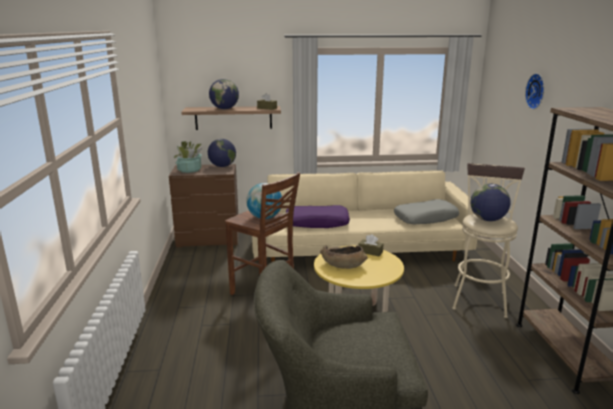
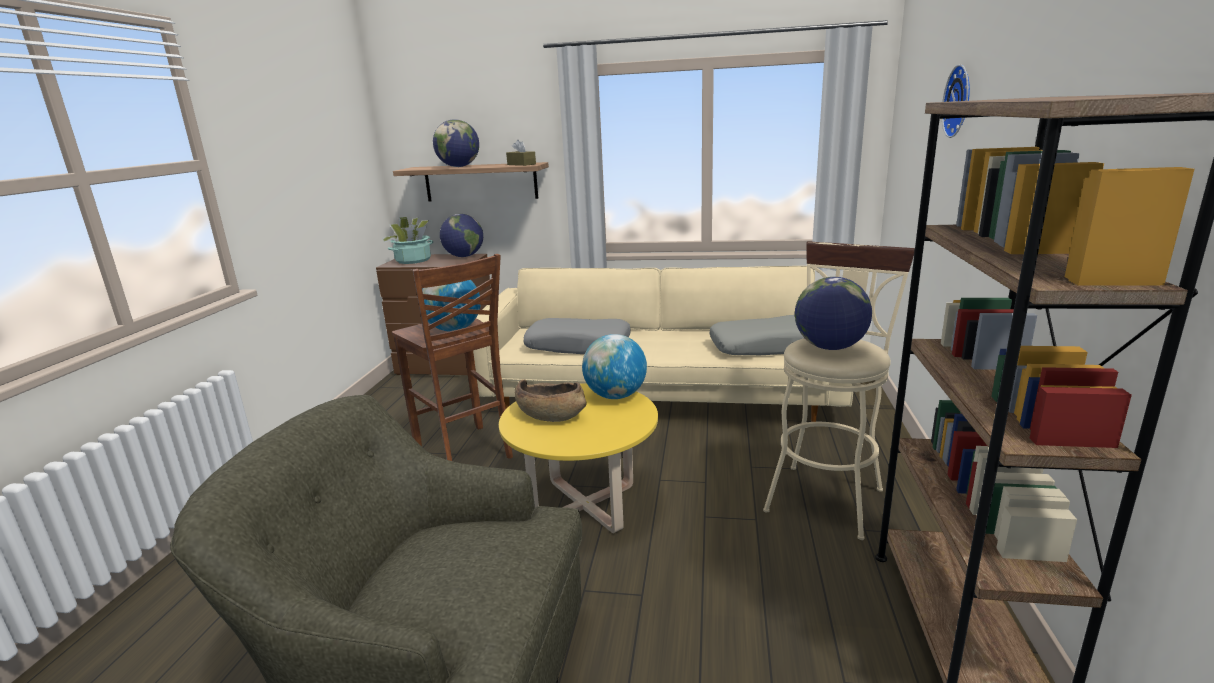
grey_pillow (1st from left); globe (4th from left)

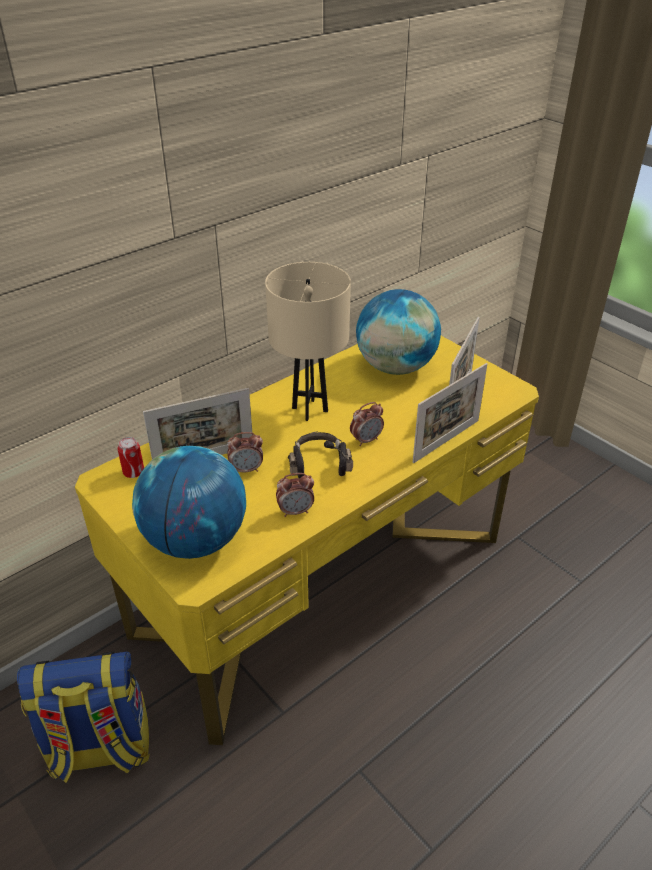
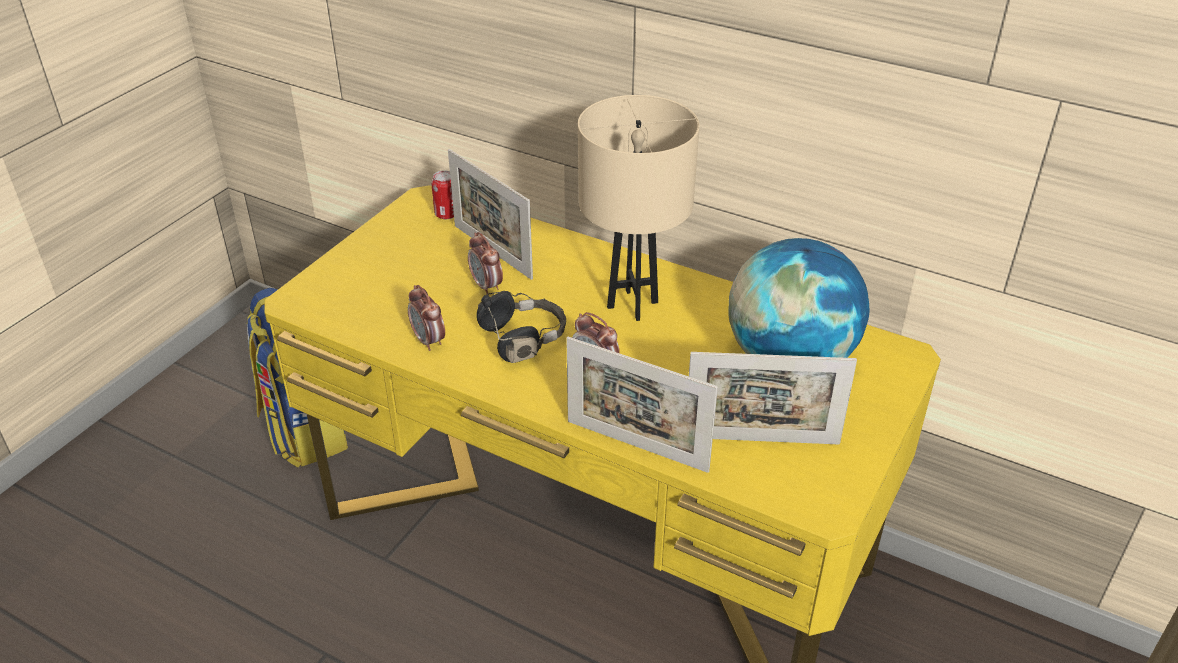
globe (1st from left in the first image)

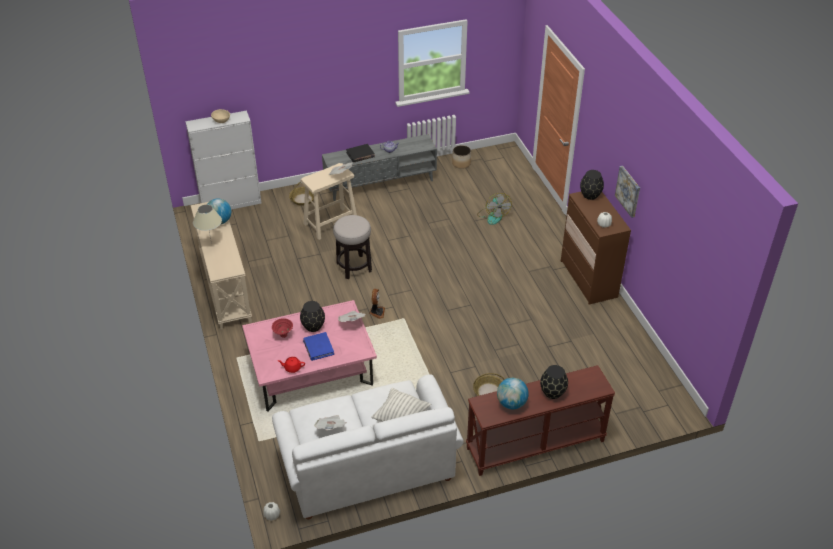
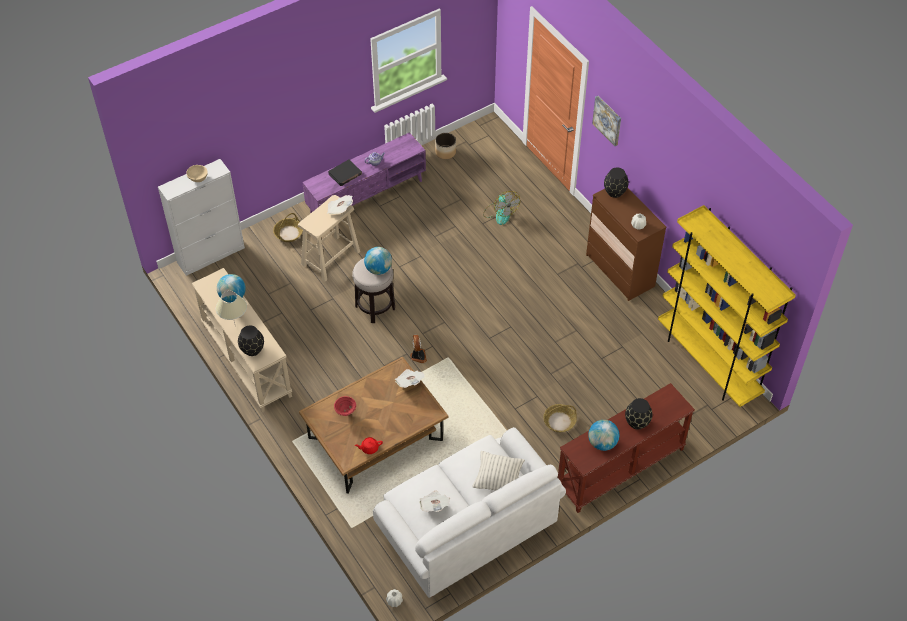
black_vase (1st from left); brown_coffee_table; purple_tv_stand; globe (2nd from left); picture; yellow_bookcase; blue_book

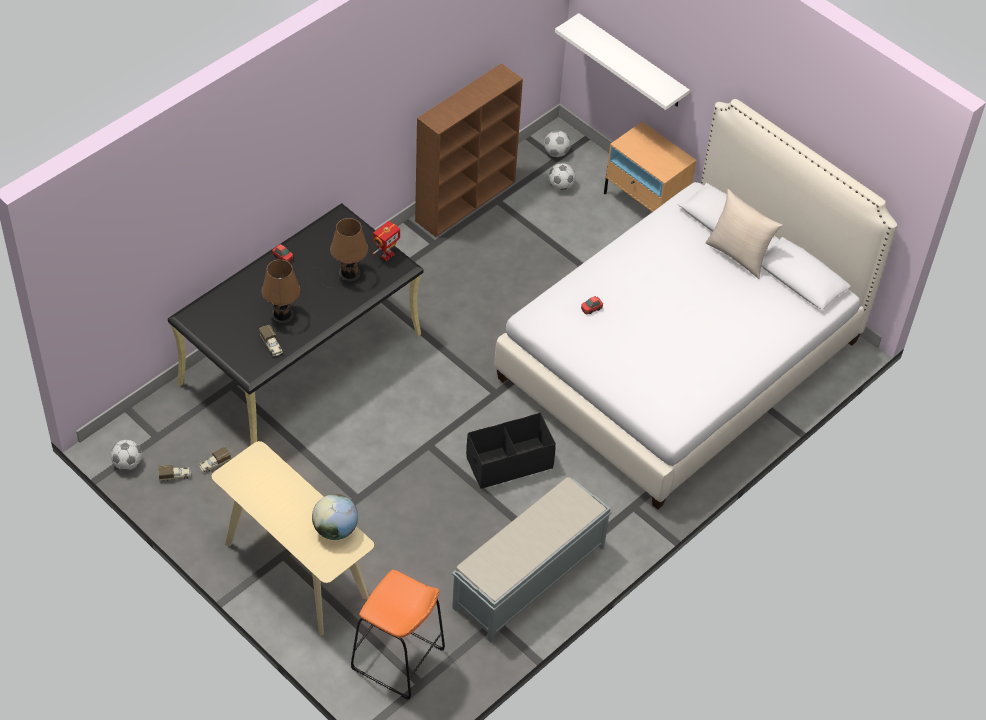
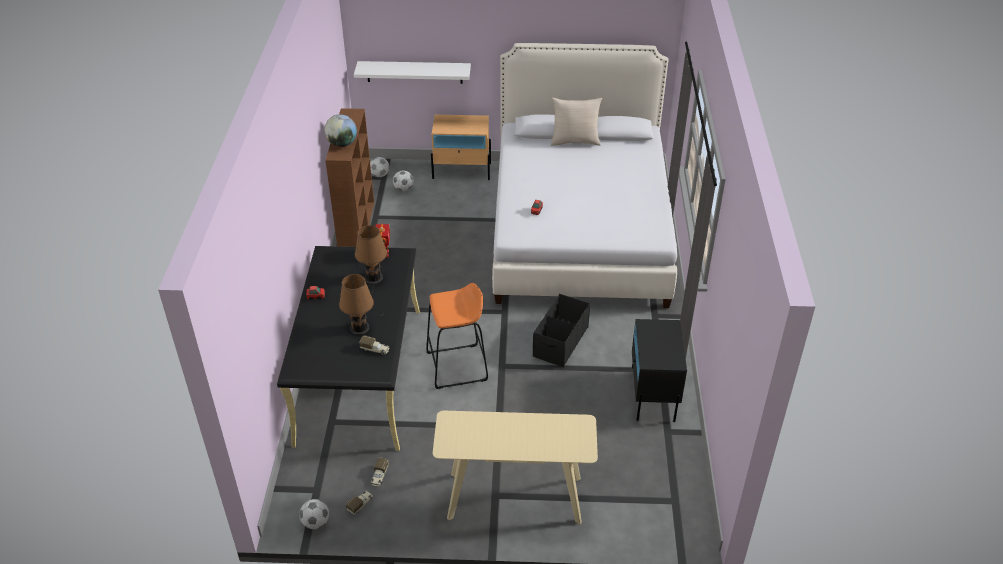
globe; orange_stool; black_nightstand

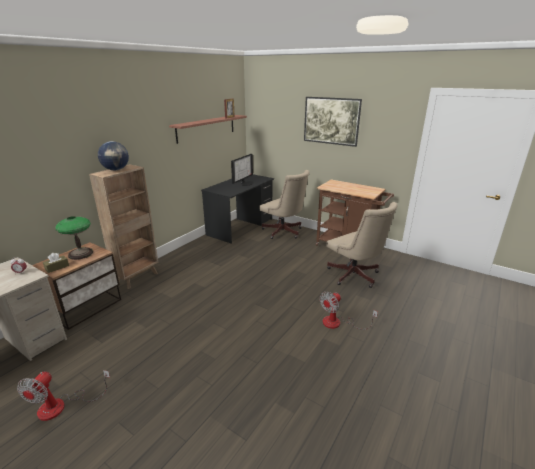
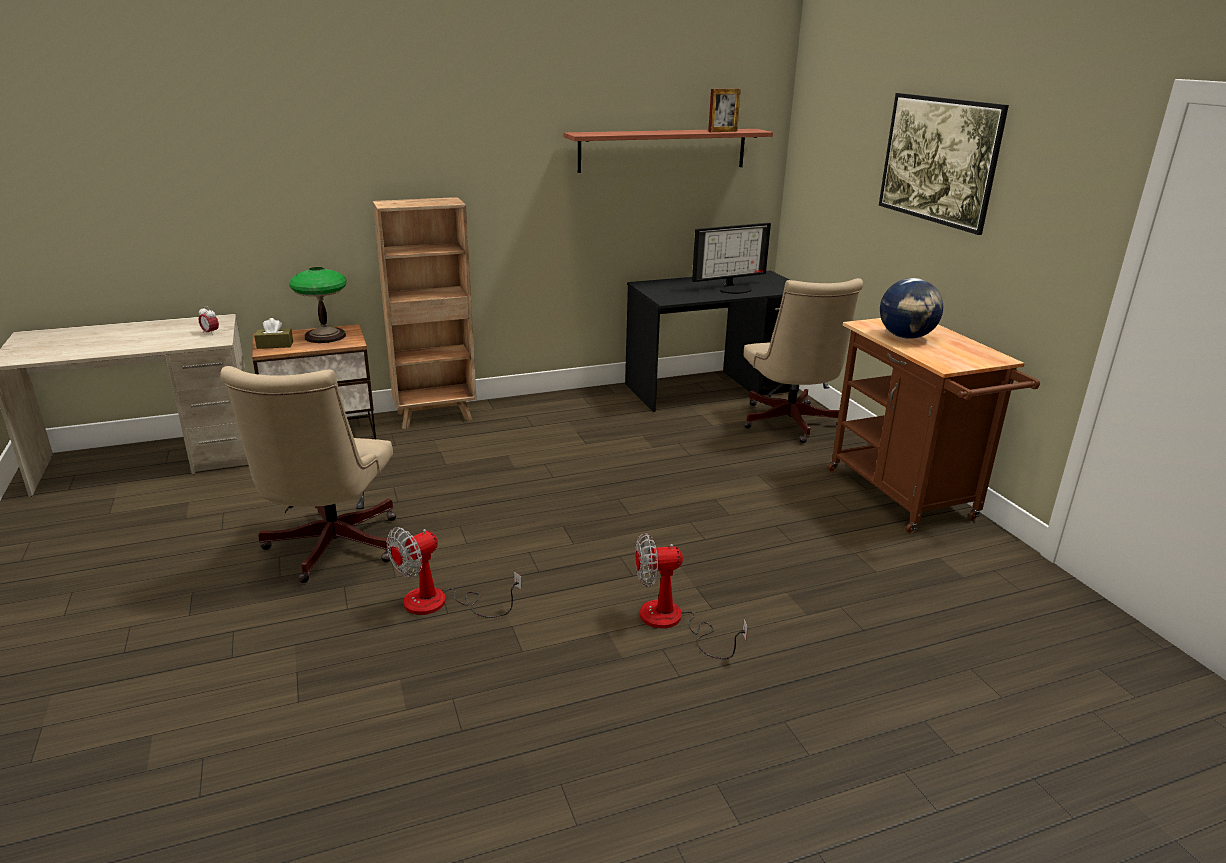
beige_office_chair (1st from left); fan (1st from left); globe

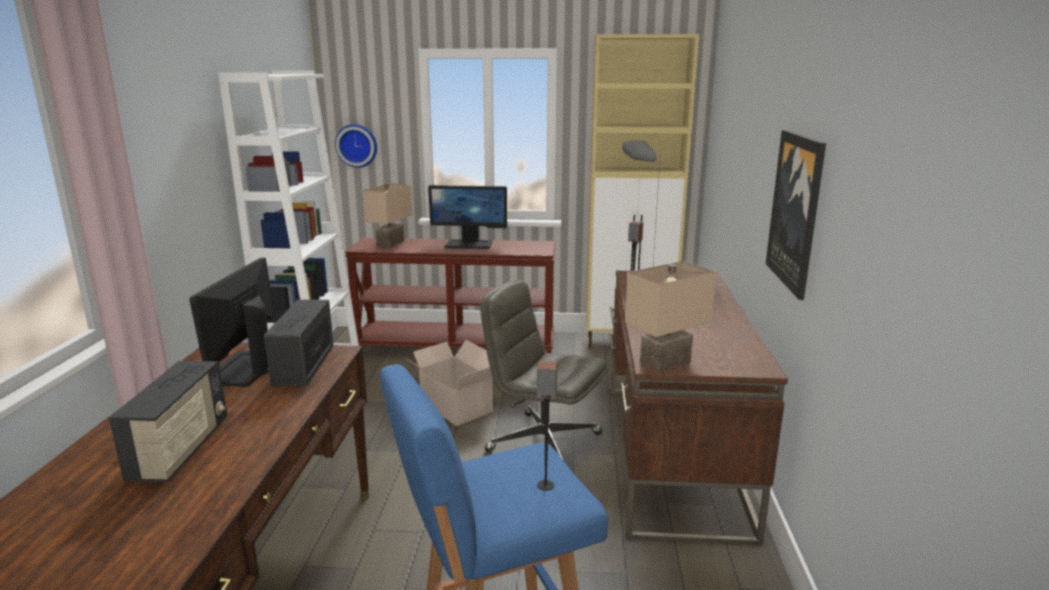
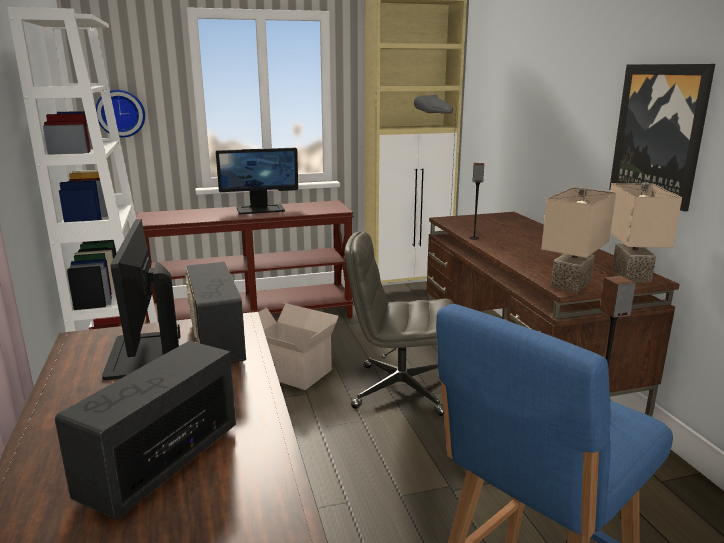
radio (1st from left); beige_table_lamp (2nd from left)

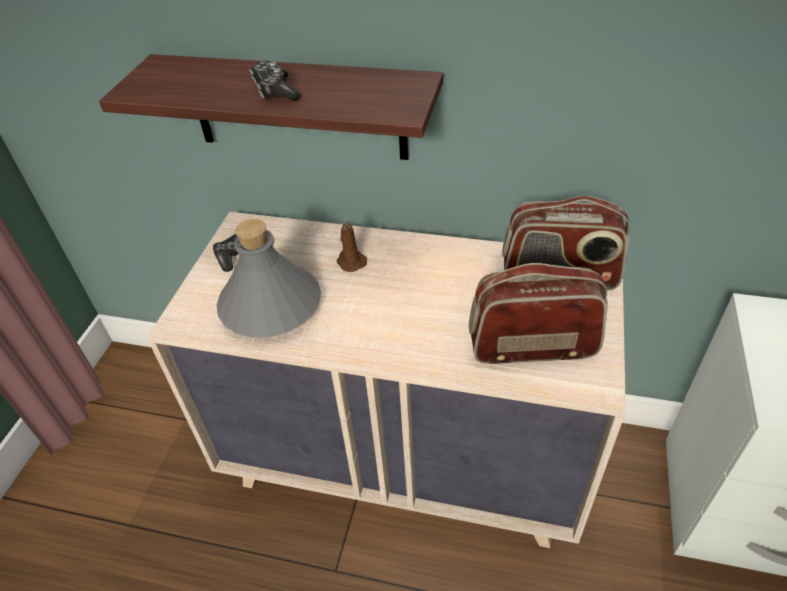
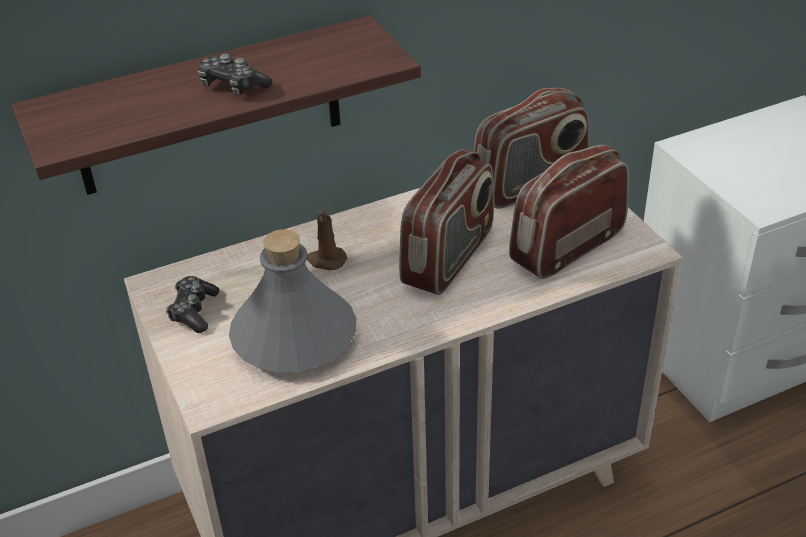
radio (1st from left)

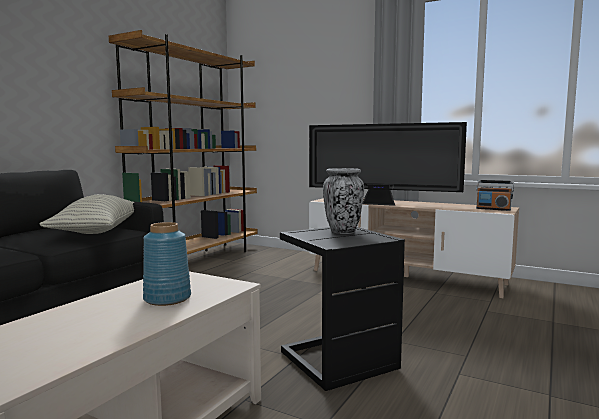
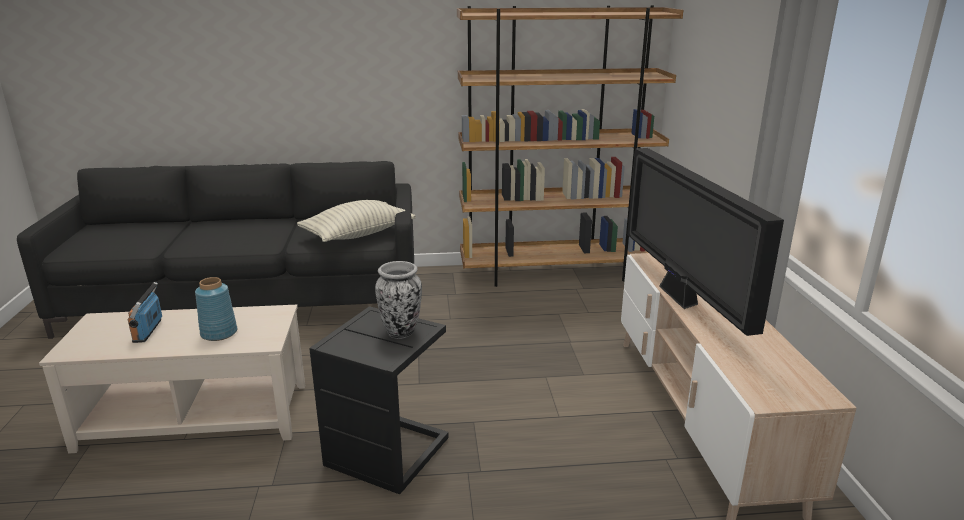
radio

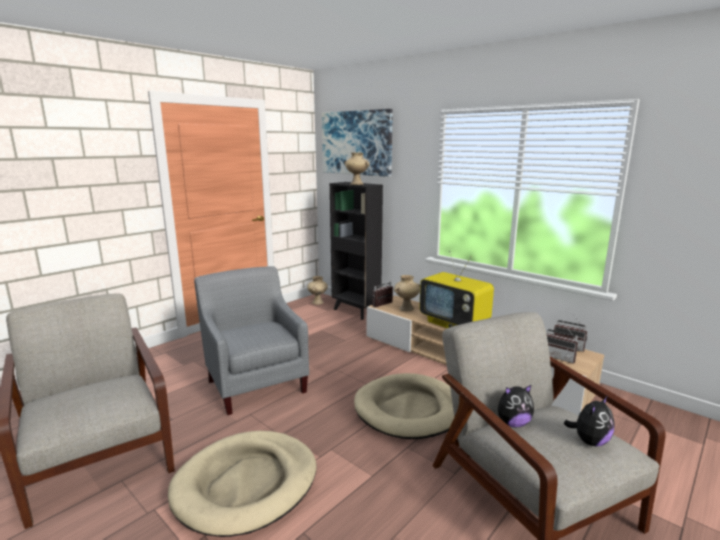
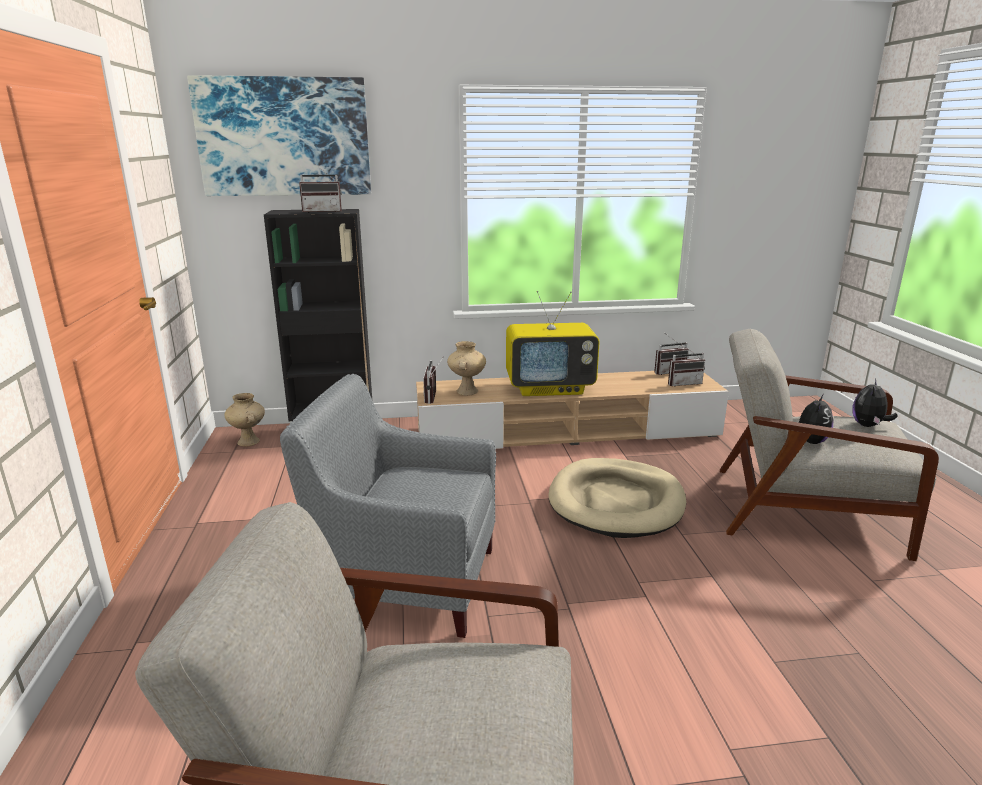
radio (1st from left); plush_toy (2nd from left); beige_dog_bed (1st from left in the first image)

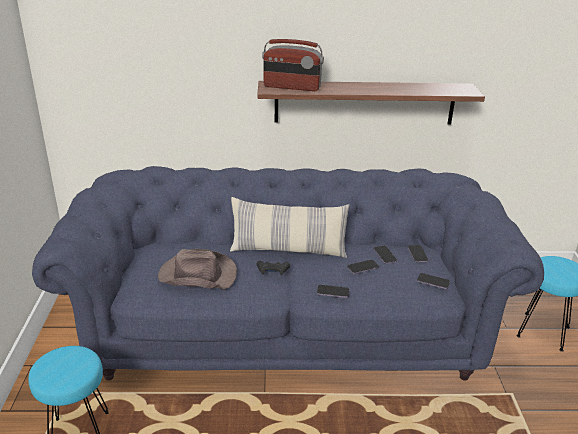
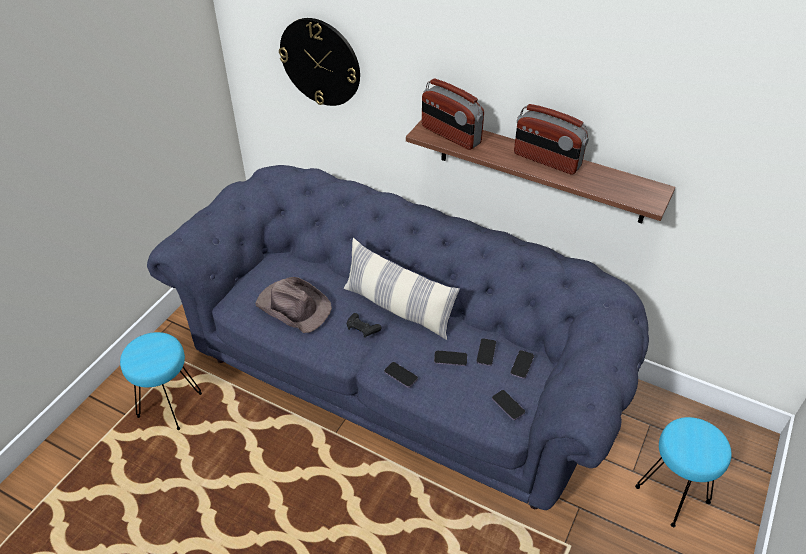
wall_clock; radio (2nd from left)

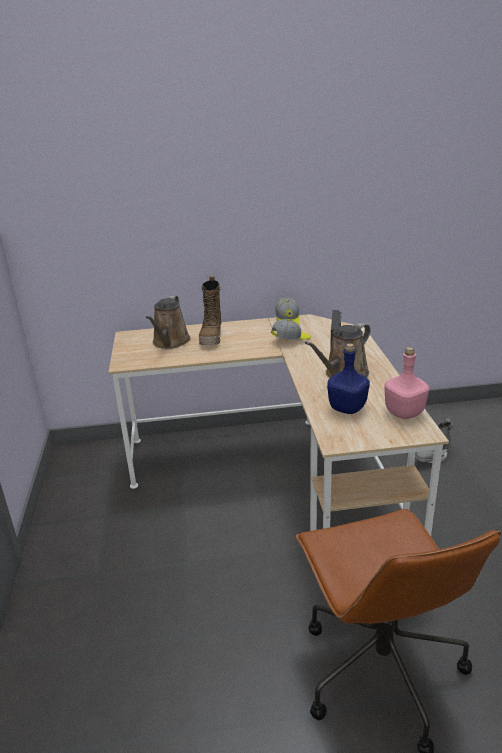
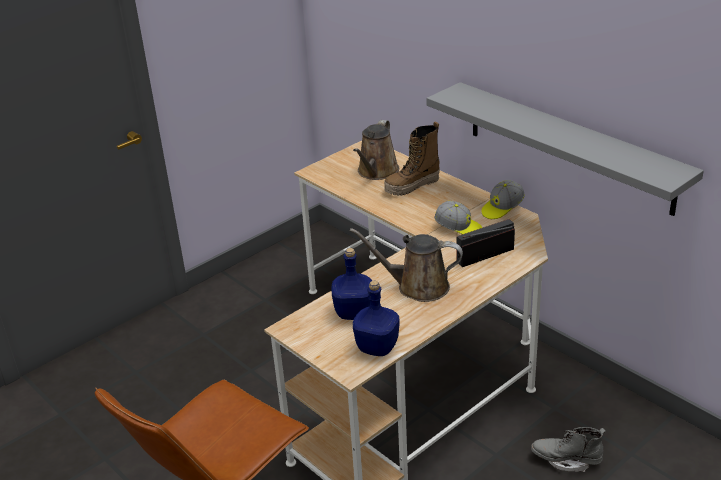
brown_watering_can (1st from left); blue_bottle (2nd from left); grey_shelf

